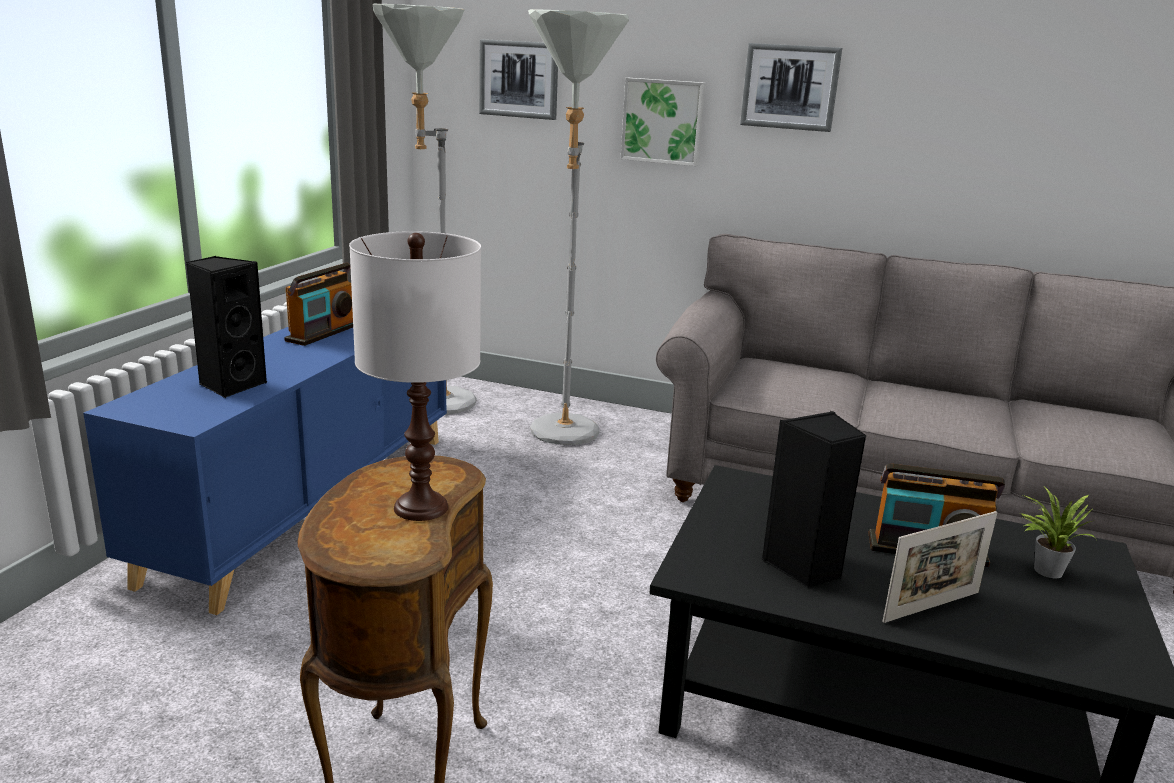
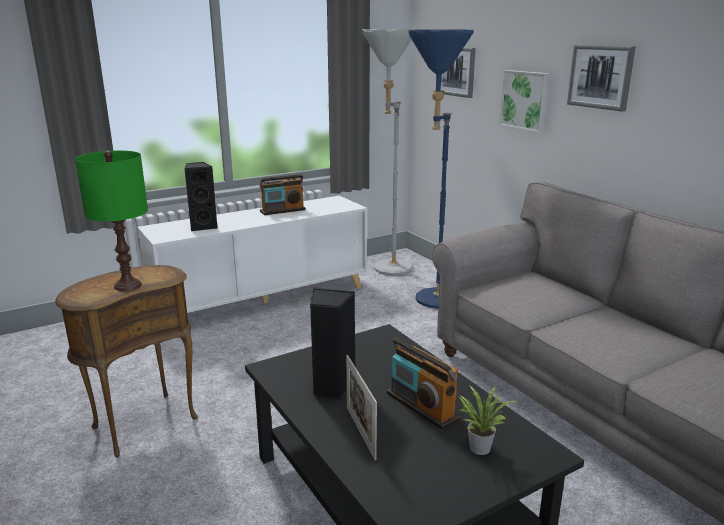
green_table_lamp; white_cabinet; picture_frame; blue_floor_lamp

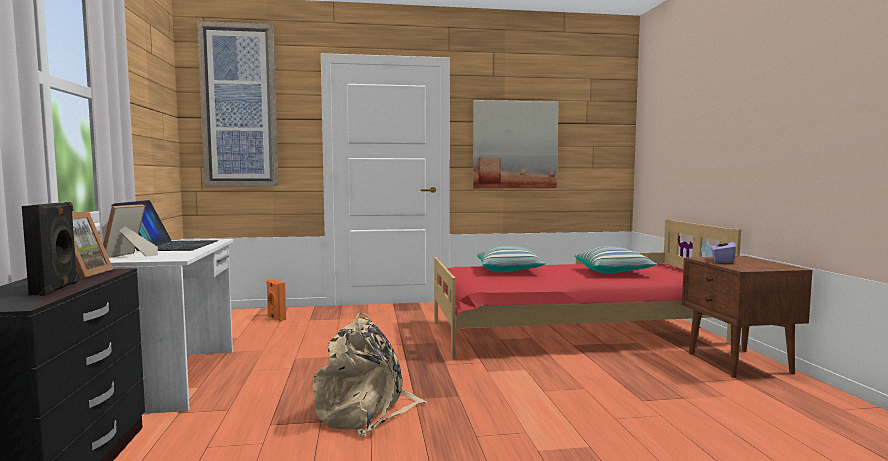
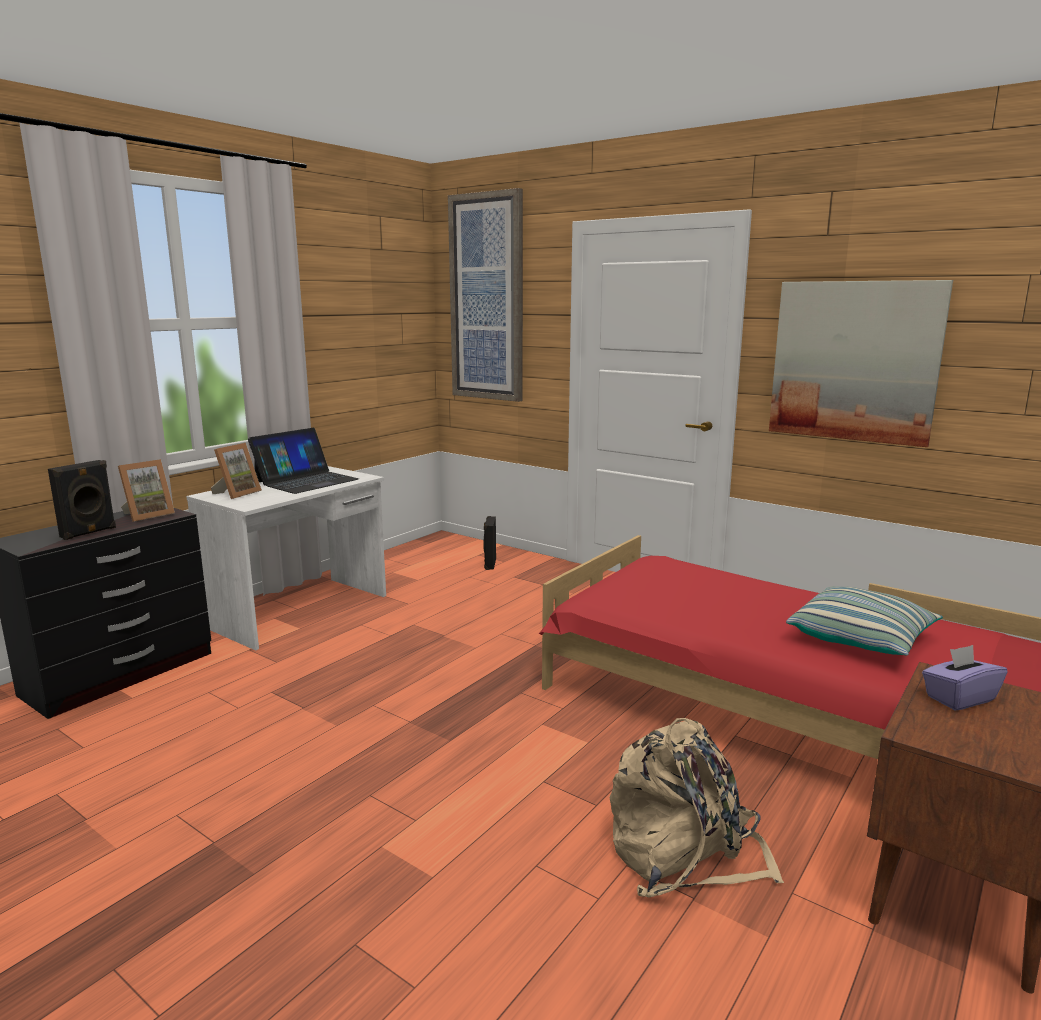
picture_frame (2nd from left); black_speaker (2nd from left); beige_backpack; pillow (1st from left in the first image)

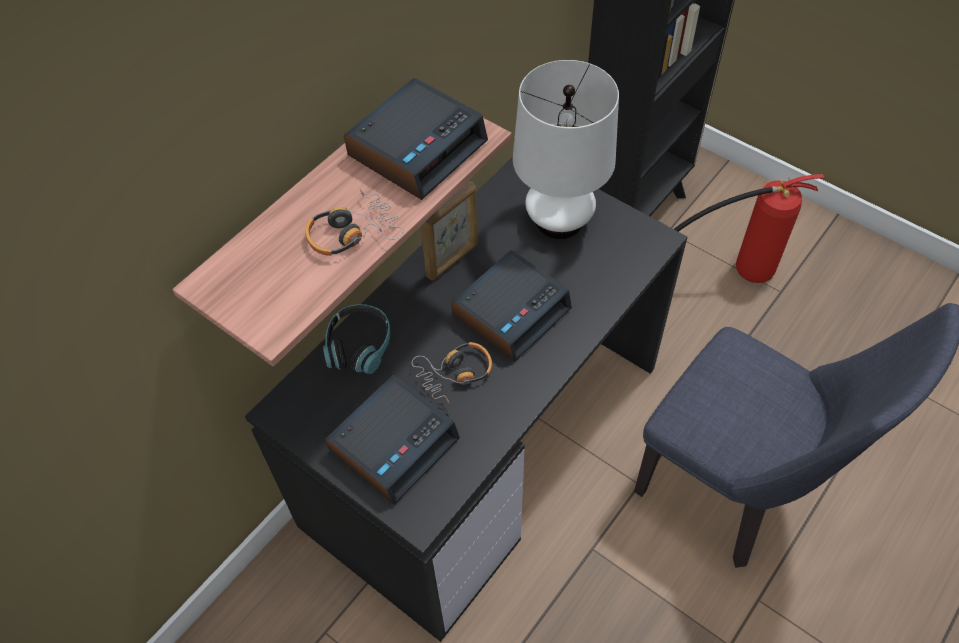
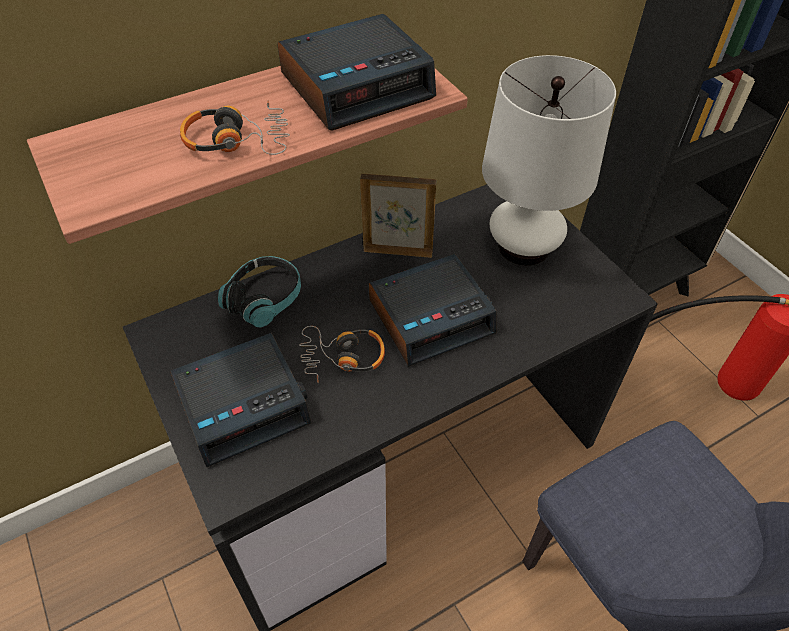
picture_frame

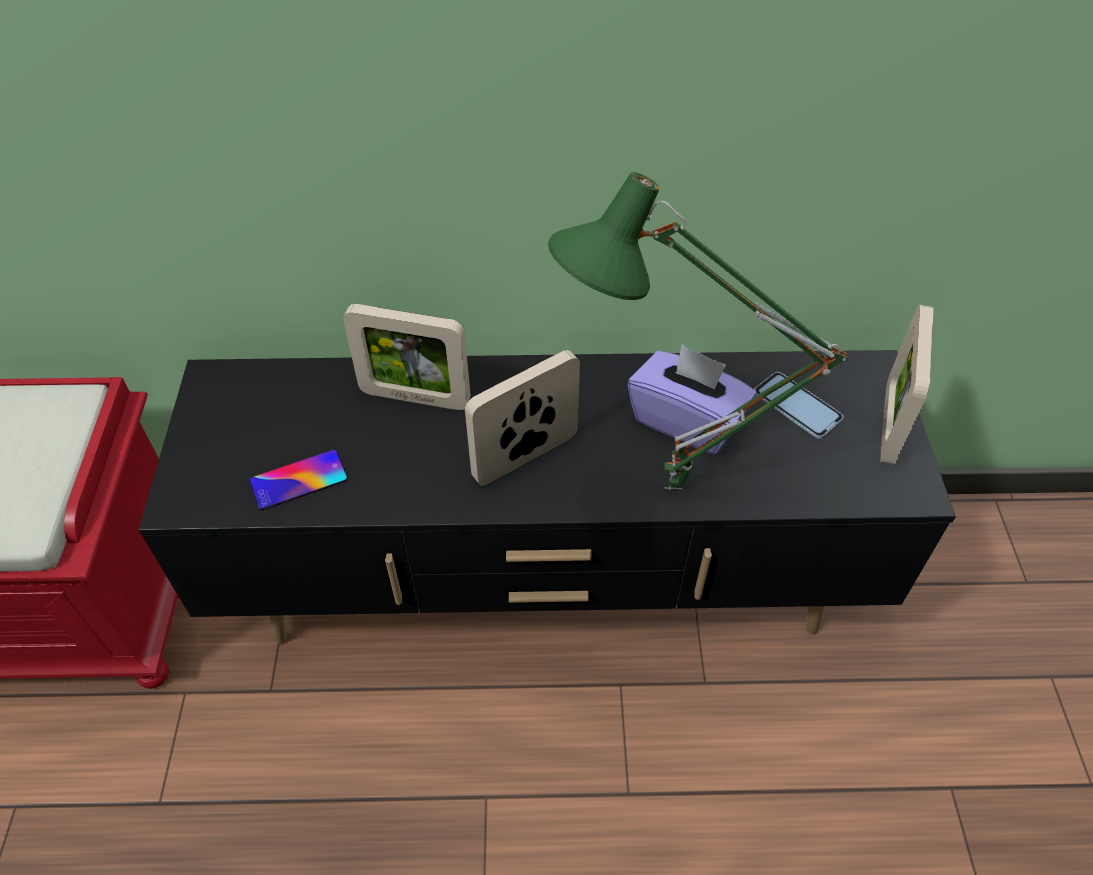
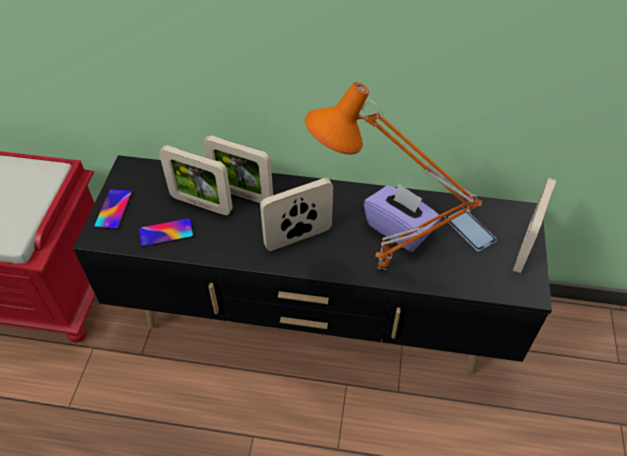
phone (1st from left); picture_frame (1st from left); orange_table_lamp

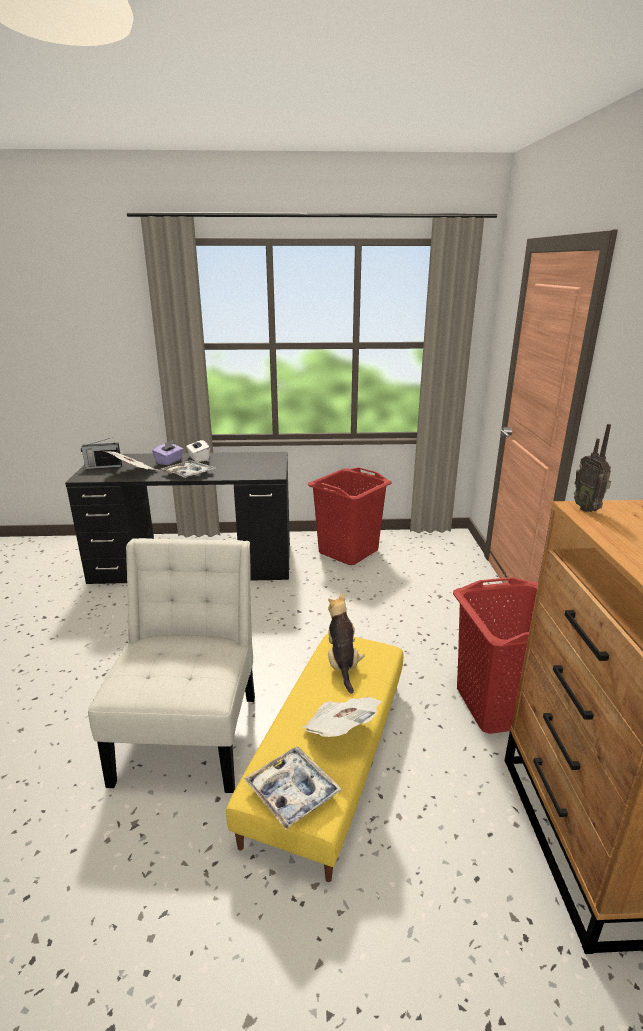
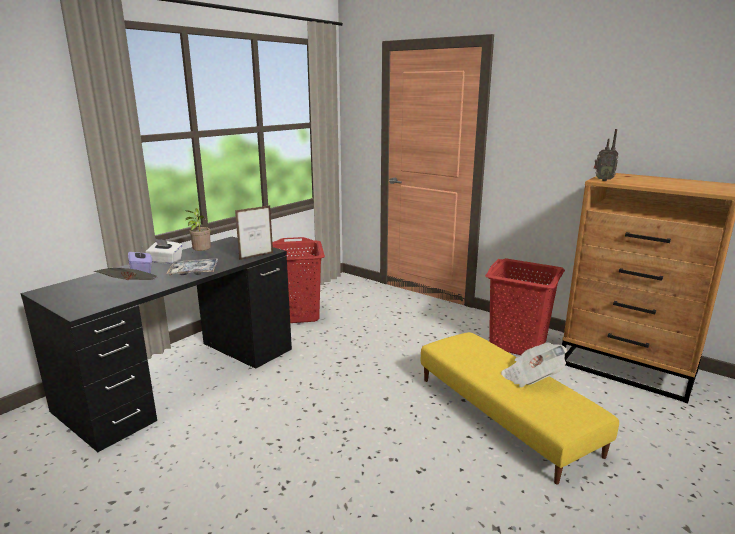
potted_plant; picture_frame; radio (1st from left in the first image); white_chair; tray (2nd from left in the first image); plush_toy

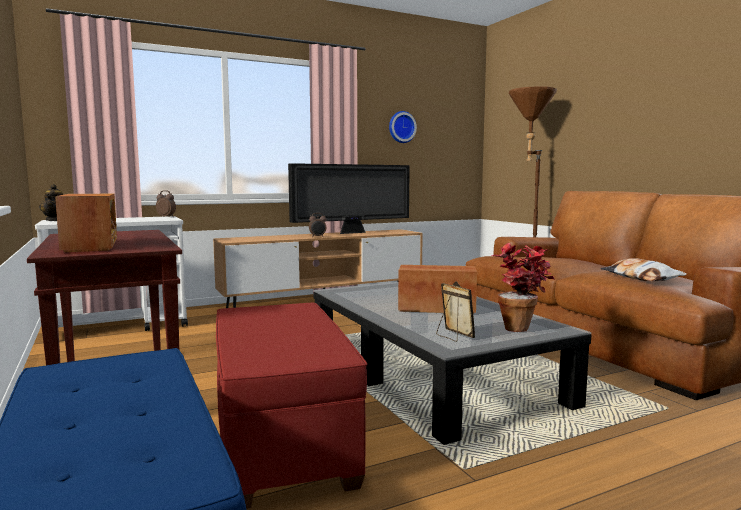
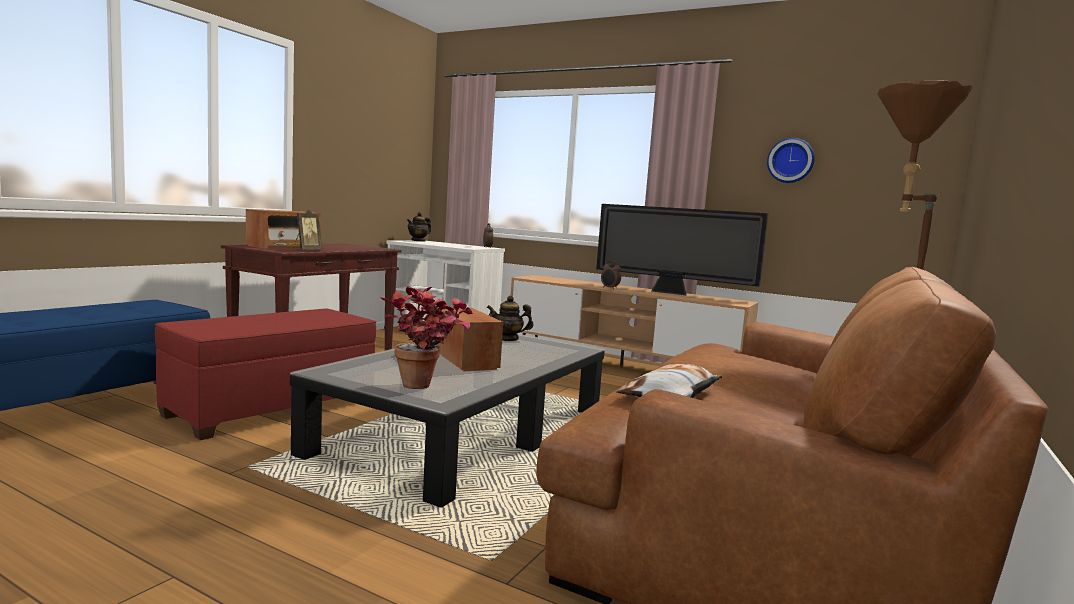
picture_frame; teapot (2nd from left)

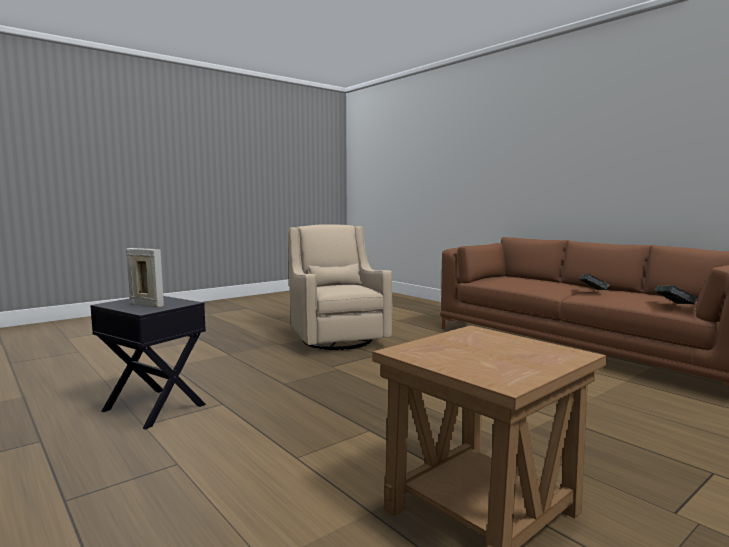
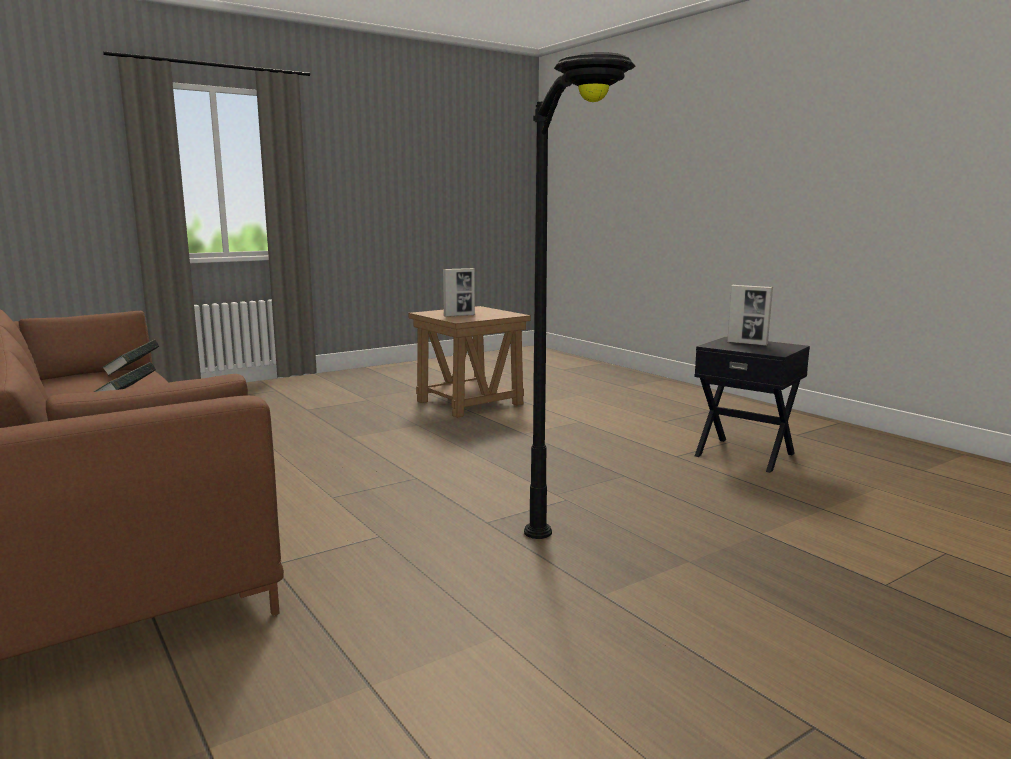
picture_frame (1st from left); black_floor_lamp

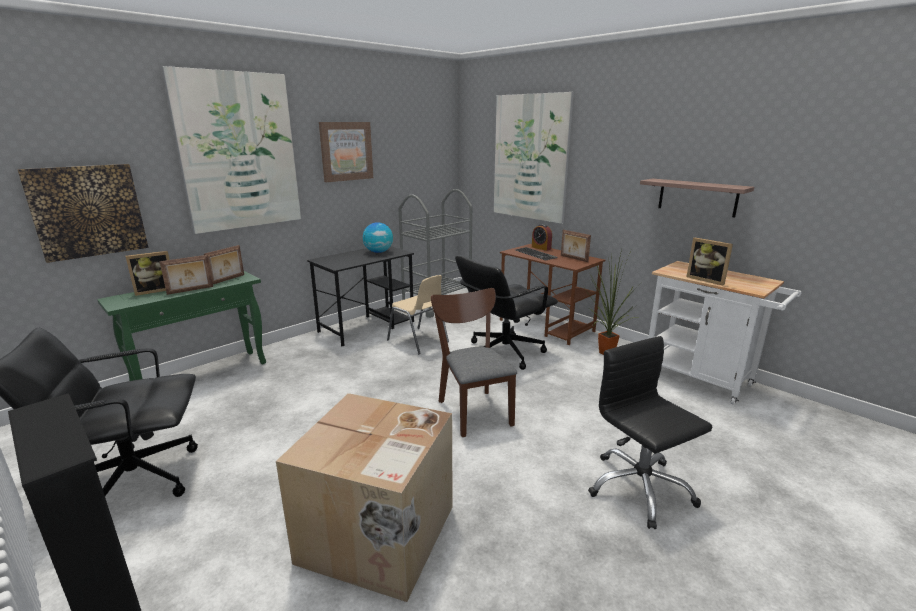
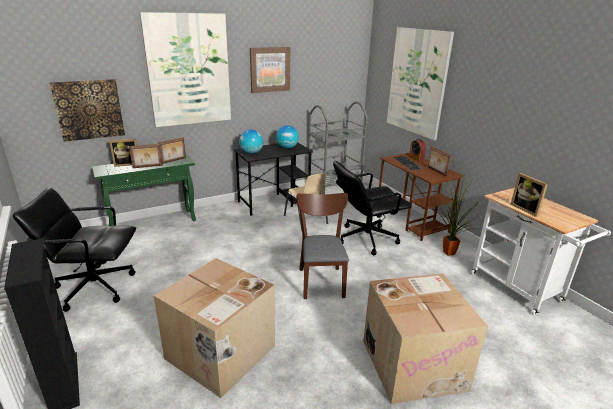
globe (1st from left); cardboard_box (2nd from left); shelf

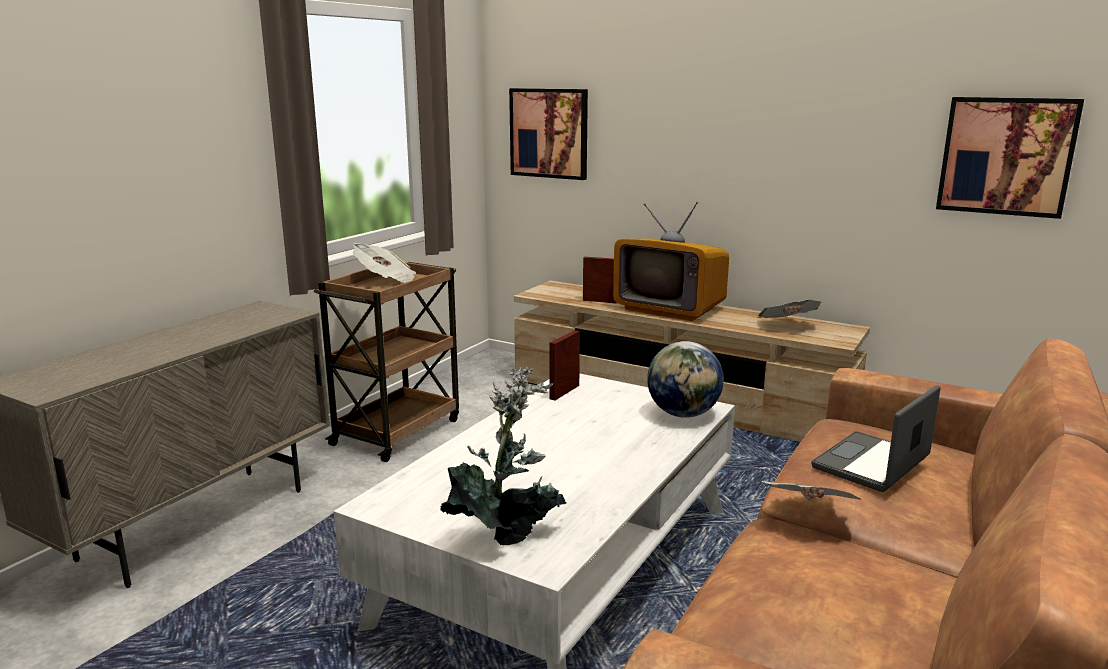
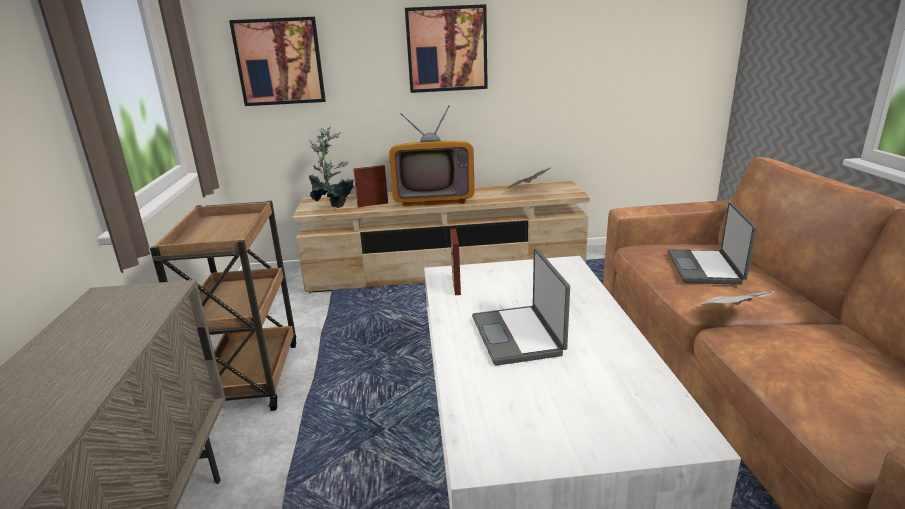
potted_plant; picture (2nd from left); laptop (1st from left); newspaper (1st from left in the first image); globe

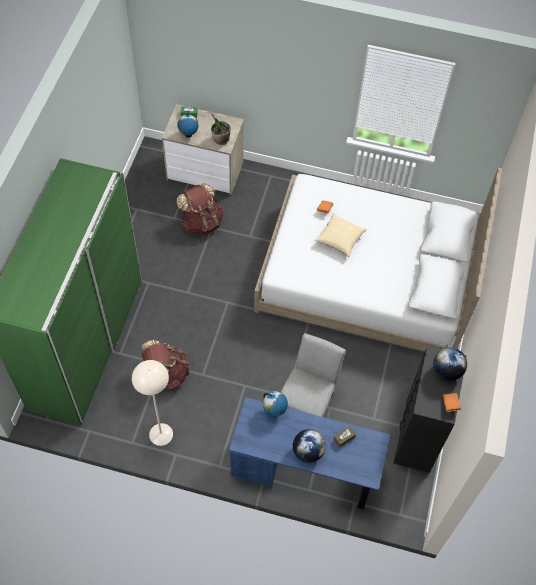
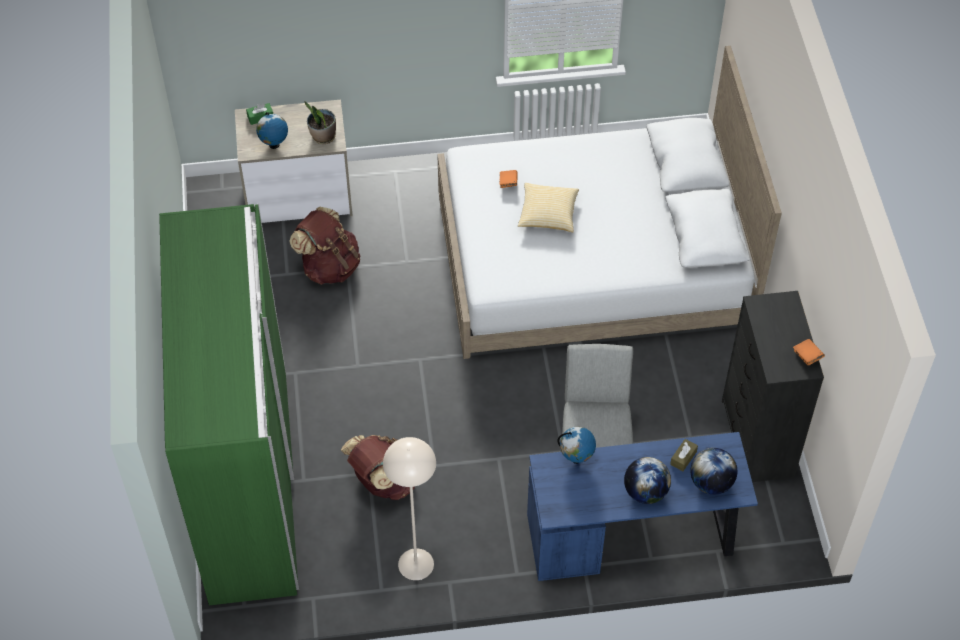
globe (4th from left)

